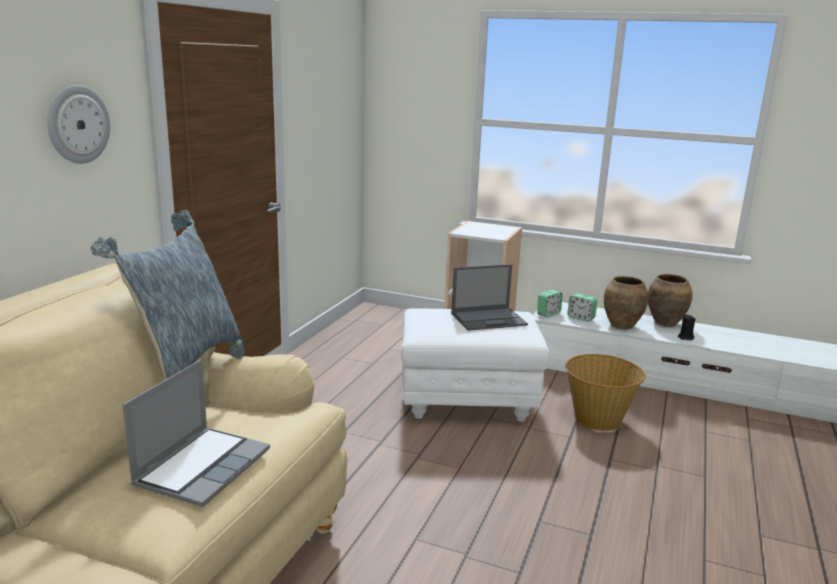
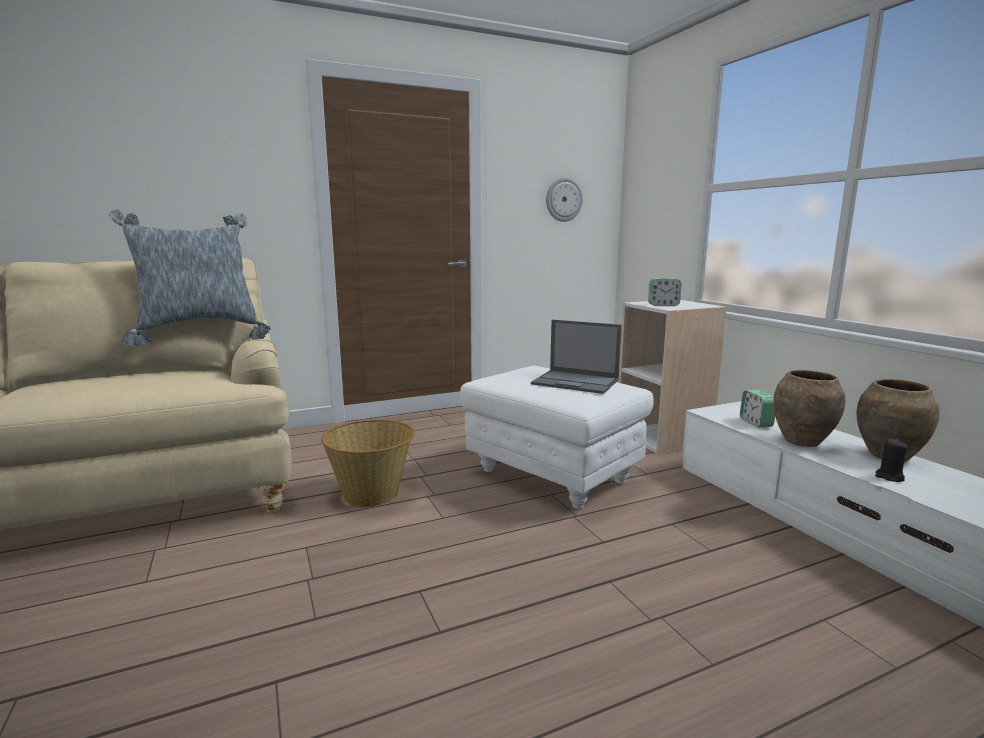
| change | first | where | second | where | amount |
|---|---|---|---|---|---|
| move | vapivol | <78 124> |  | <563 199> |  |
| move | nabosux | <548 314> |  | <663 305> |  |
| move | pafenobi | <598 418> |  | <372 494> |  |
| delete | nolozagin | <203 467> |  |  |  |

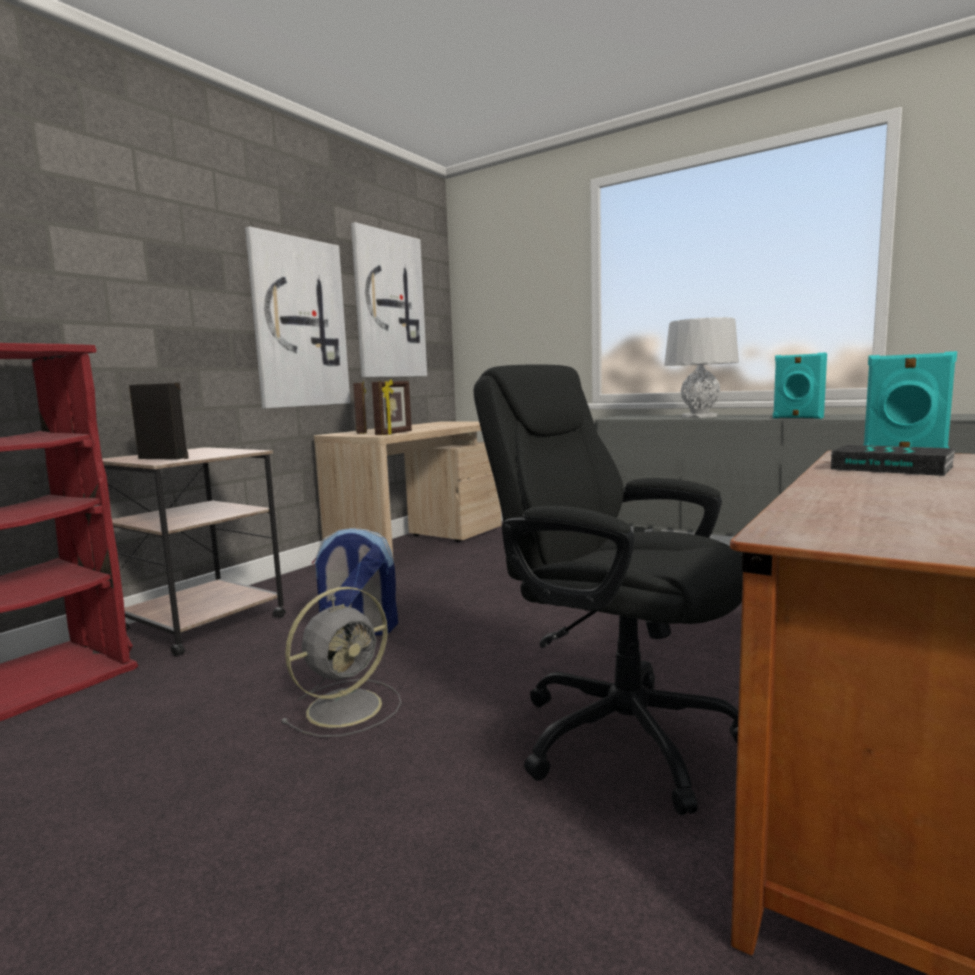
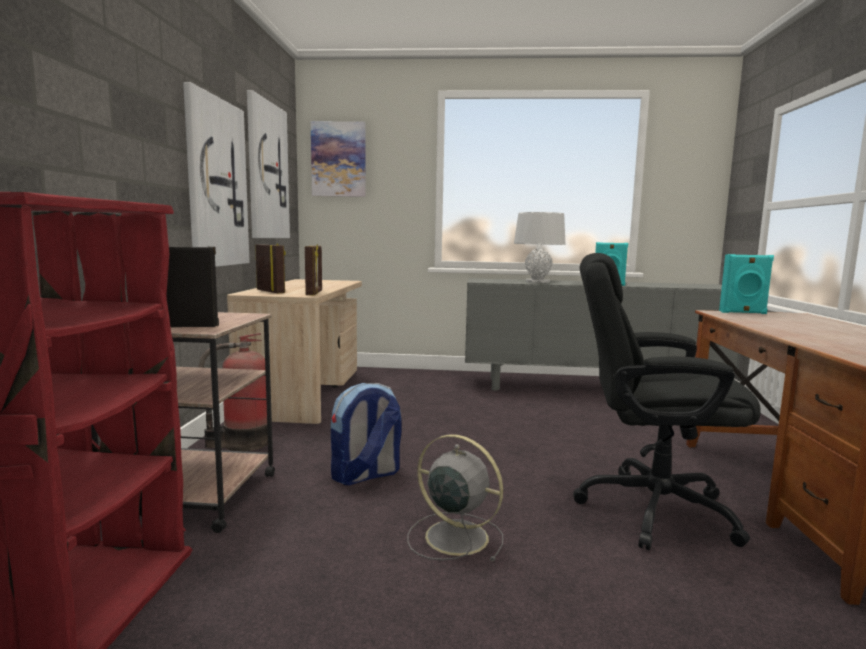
| change | first | where | second | where | amount |
|---|---|---|---|---|---|
| delete | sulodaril | <892 468> |  |  |  |
| rotate | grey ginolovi | <347 706> |  | <454 536> | 75 degrees counterclockwise |
| insert |  |  | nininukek | <338 159> |  |
| insert |  |  | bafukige | <243 443> |  |

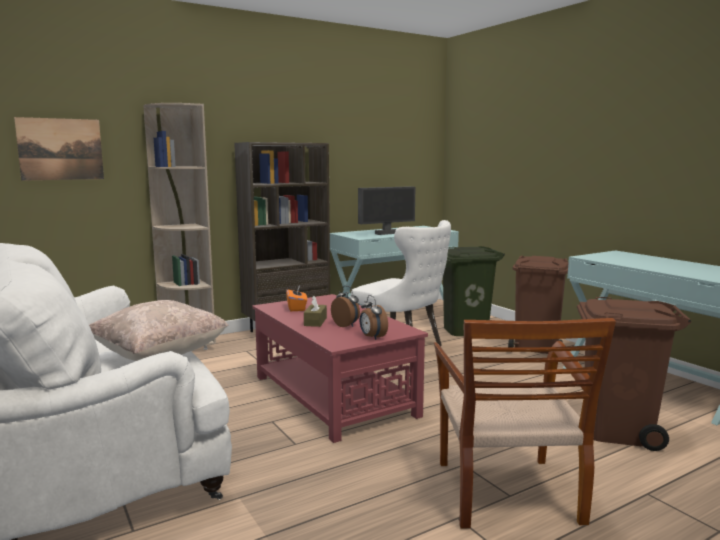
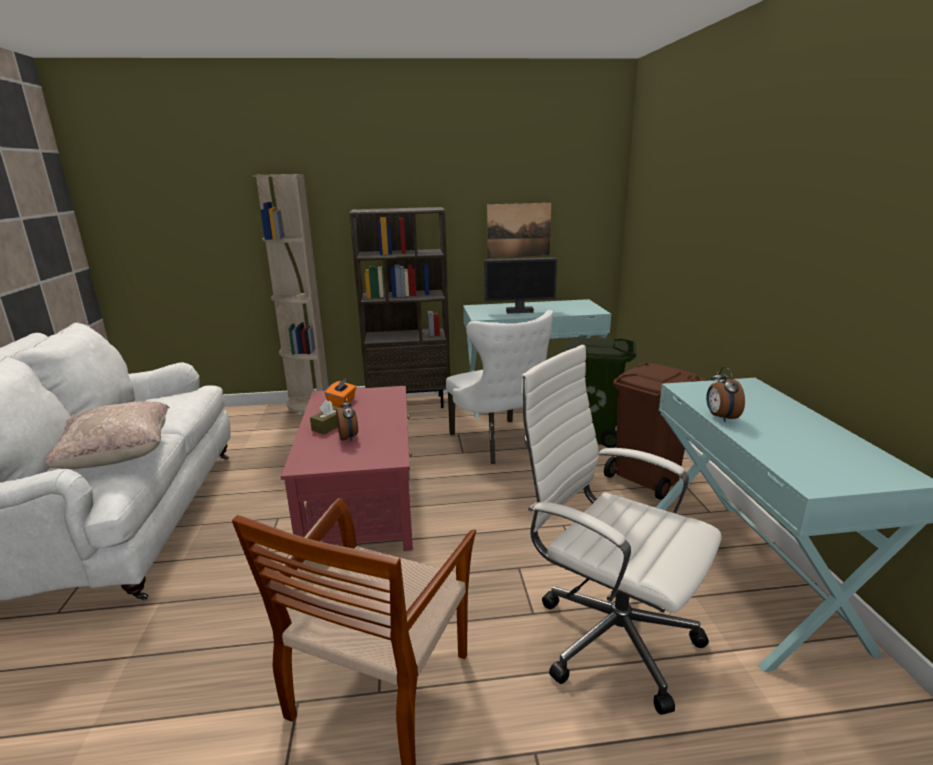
| change | first | where | second | where | amount |
|---|---|---|---|---|---|
| move | nininukek | <60 149> |  | <518 230> |  |
| move | nabosux | <372 337> |  | <720 417> |  |
| replace | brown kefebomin | <616 430> | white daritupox | <608 635> |  |

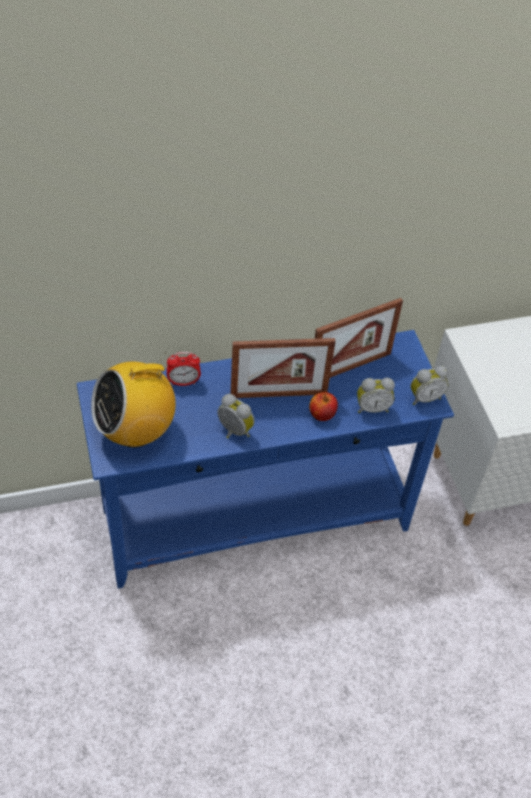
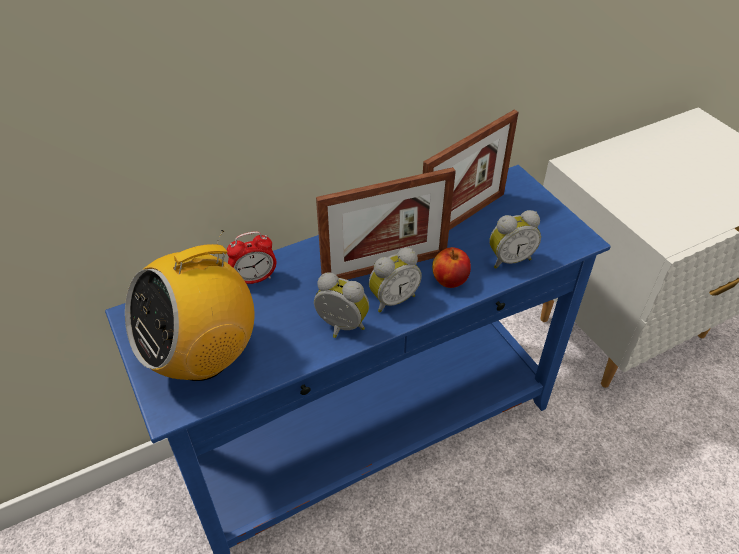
| change | first | where | second | where | amount |
|---|---|---|---|---|---|
| move | nabosux | <424 397> |  | <392 299> |  |

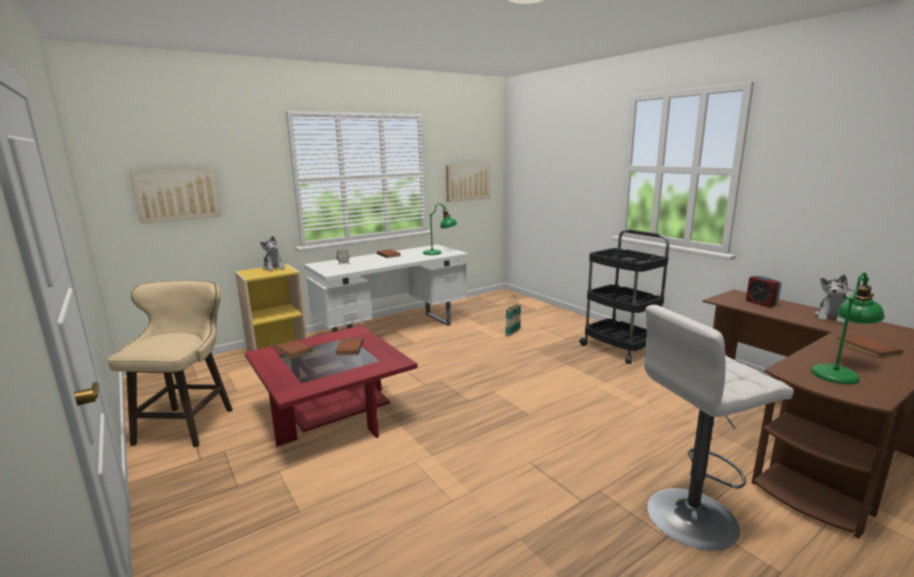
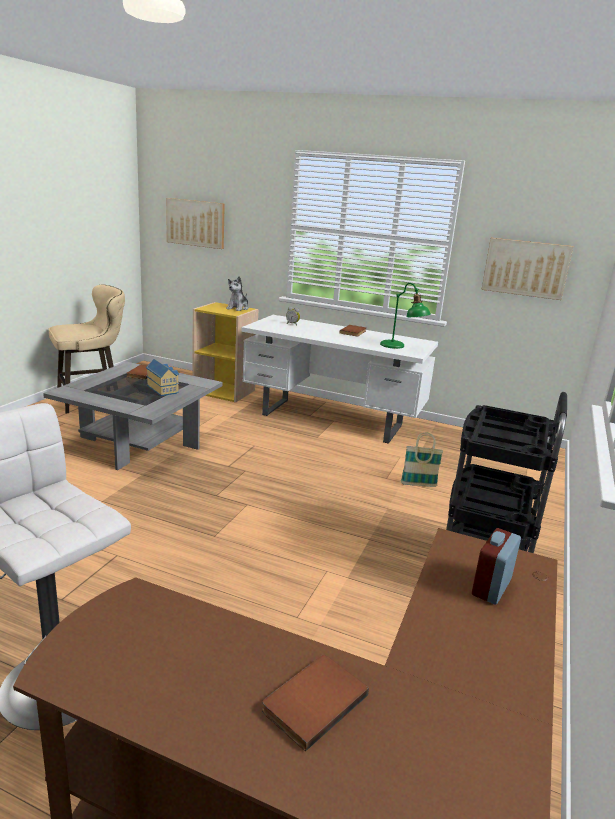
| change | first | where | second | where | amount |
|---|---|---|---|---|---|
| delete | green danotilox | <840 370> |  |  |  |
| delete | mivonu | <831 317> |  |  |  |
| recolor | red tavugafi | <333 415> | grey tavugafi | <139 443> |  |
| replace | brown sulodaril | <348 348> | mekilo | <163 389> |  |

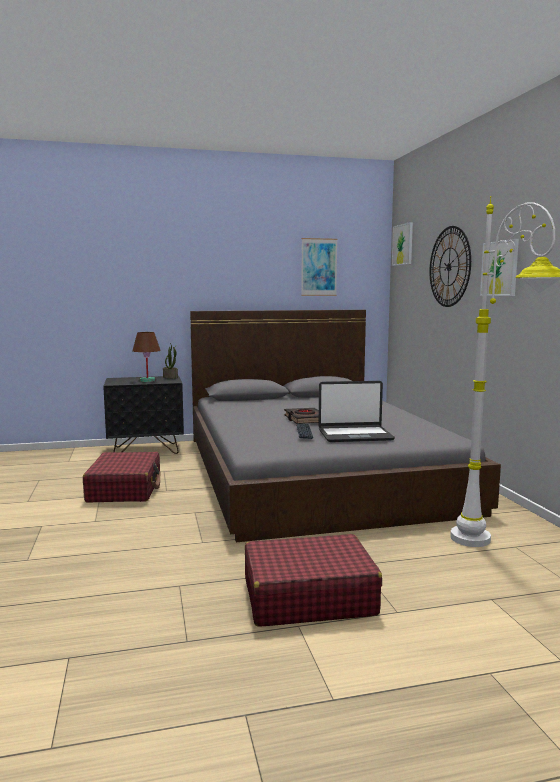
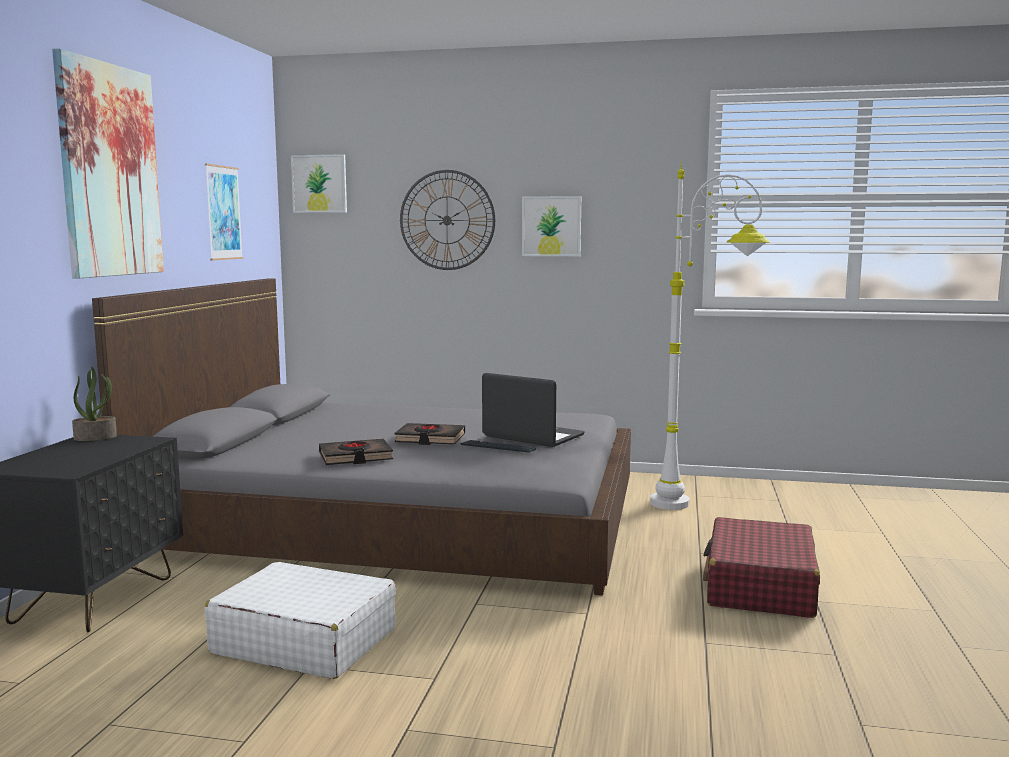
| change | first | where | second | where | amount |
|---|---|---|---|---|---|
| delete | brown danotilox | <148 380> |  |  |  |
| rotate | nolozagin | <355 435> |  | <532 436> | 75 degrees counterclockwise |
| recolor | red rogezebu | <125 489> | white rogezebu | <304 641> |  |
| insert |  |  | nininukek | <109 171> |  |
| insert |  |  | black sulodaril | <355 457> |  |

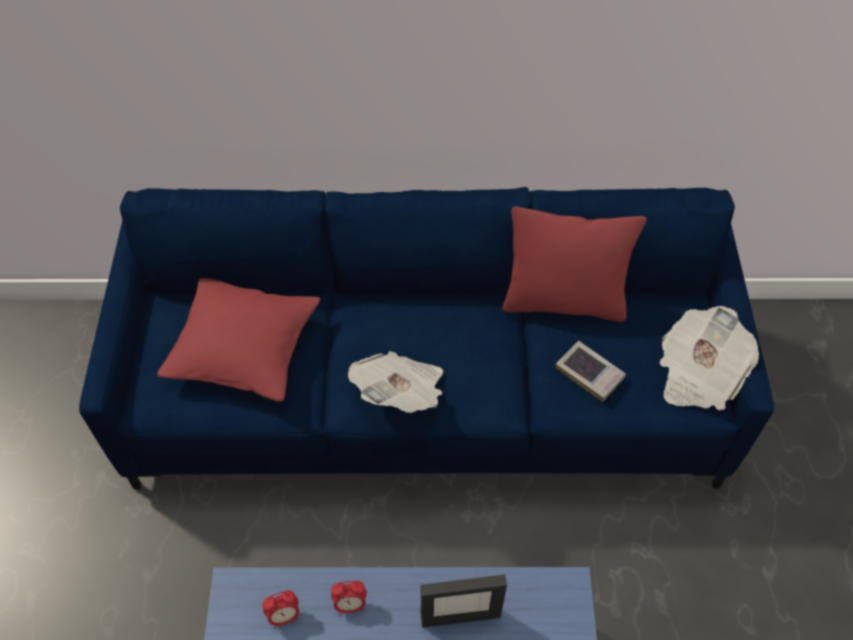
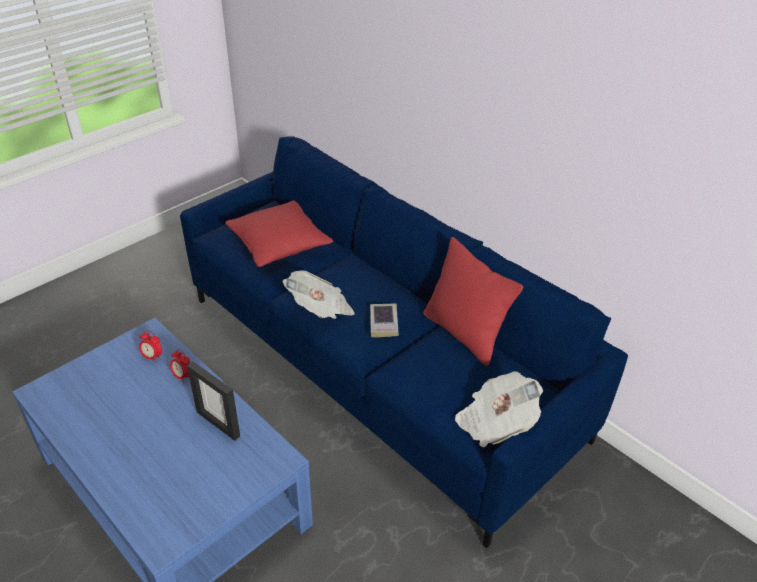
| change | first | where | second | where | amount |
|---|---|---|---|---|---|
| move | sulodaril | <589 373> |  | <384 323> |  |

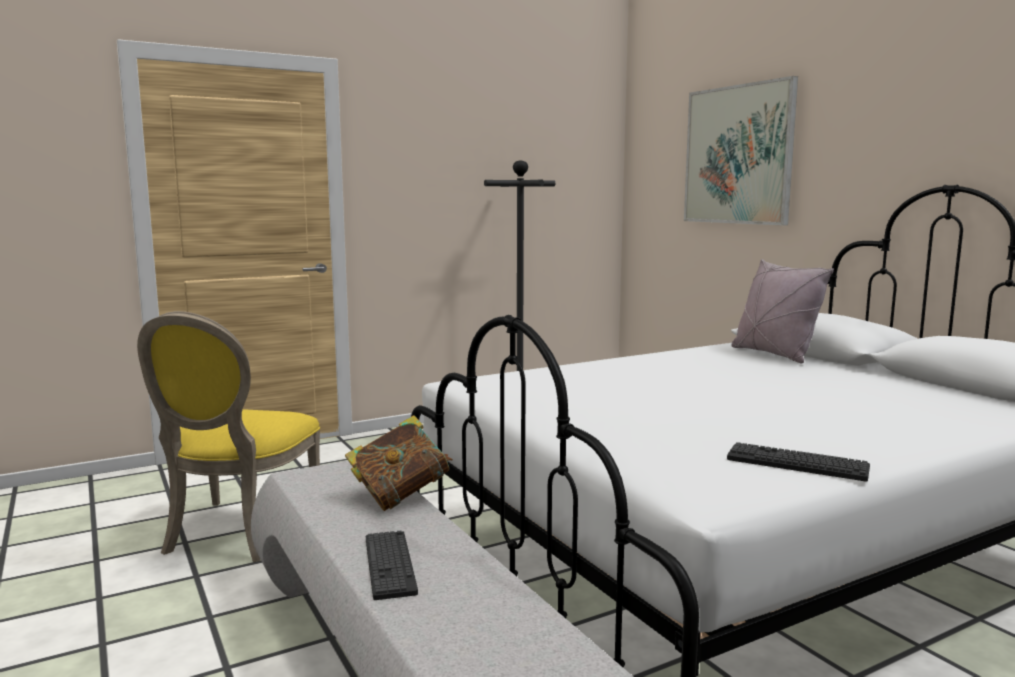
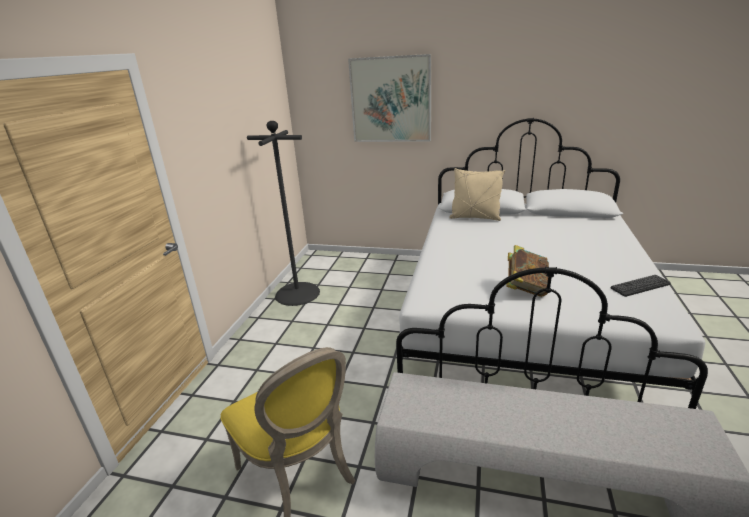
| change | first | where | second | where | amount |
|---|---|---|---|---|---|
| recolor | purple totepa | <774 354> | beige totepa | <475 217> |  |
| move | sulodaril | <400 496> |  | <525 288> |  |
| delete | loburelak | <390 565> |  |  |  |

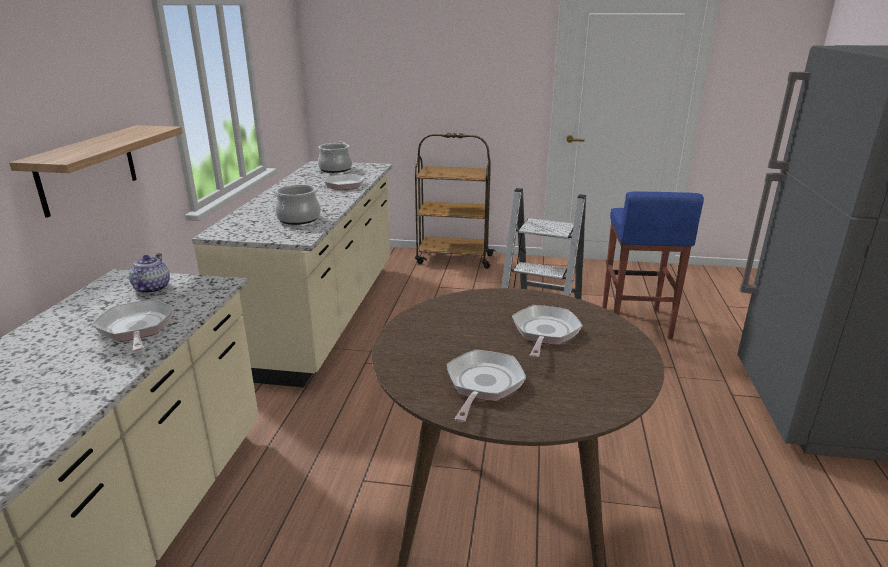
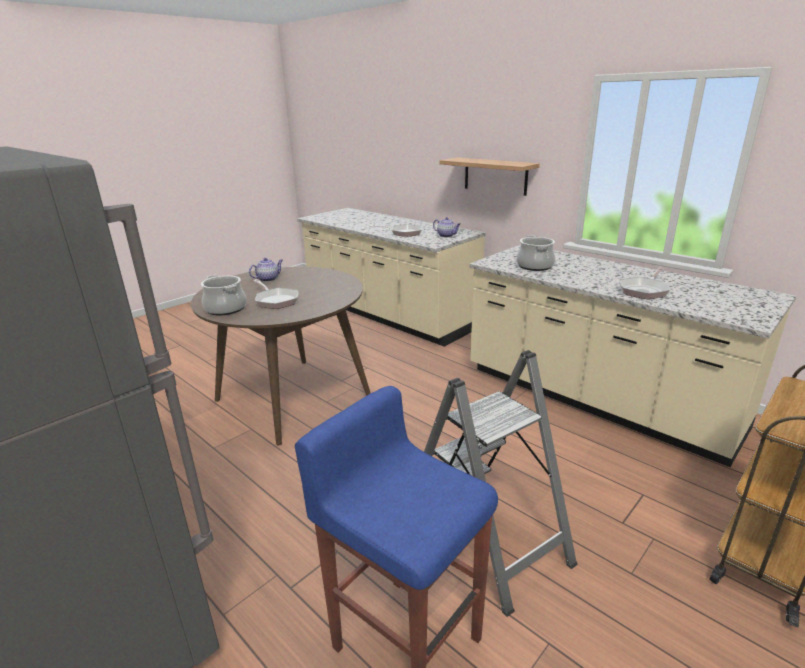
| change | first | where | second | where | amount |
|---|---|---|---|---|---|
| move | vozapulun | <335 169> |  | <225 309> |  |
| replace | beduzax | <483 385> | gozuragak | <268 279> |  |

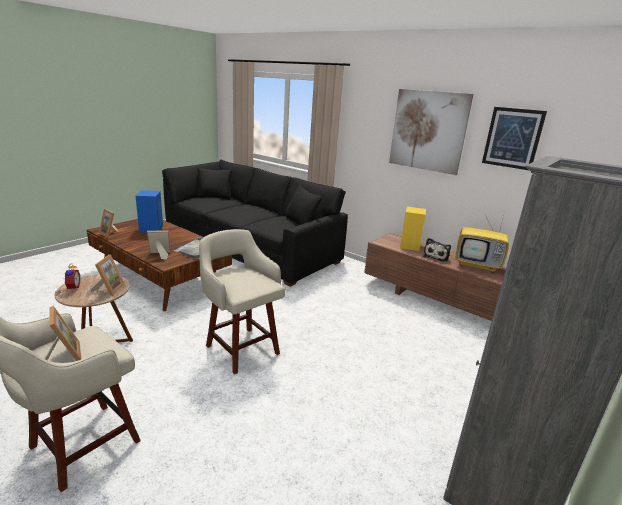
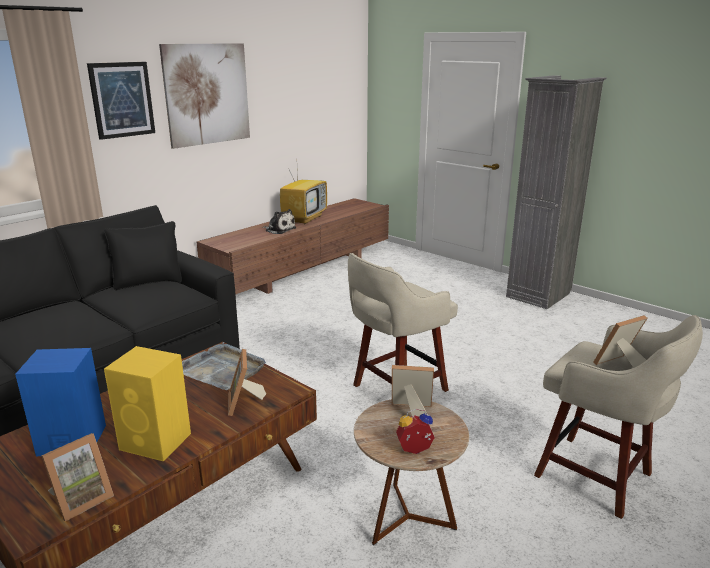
| change | first | where | second | where | amount |
|---|---|---|---|---|---|
| move | nininukek | <513 138> |  | <122 100> |  |
| move | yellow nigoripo | <409 246> |  | <157 442> |  |

